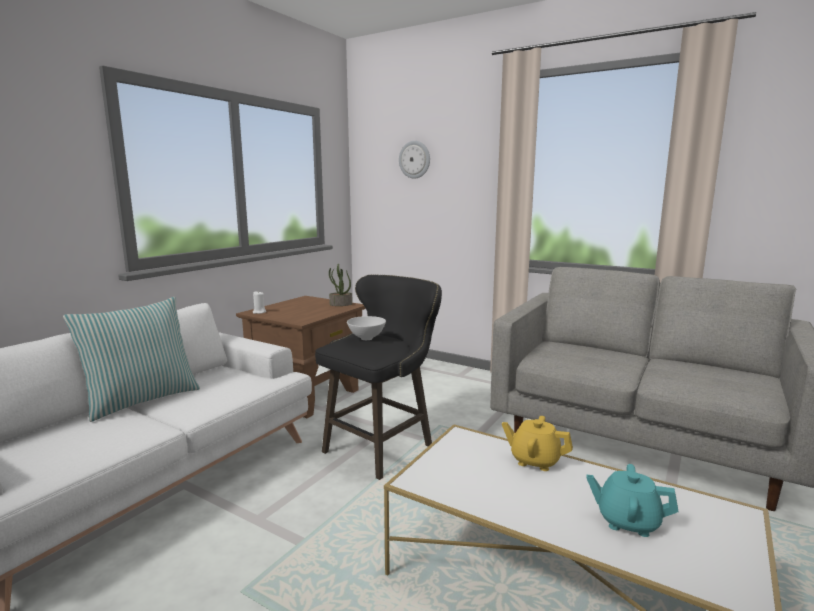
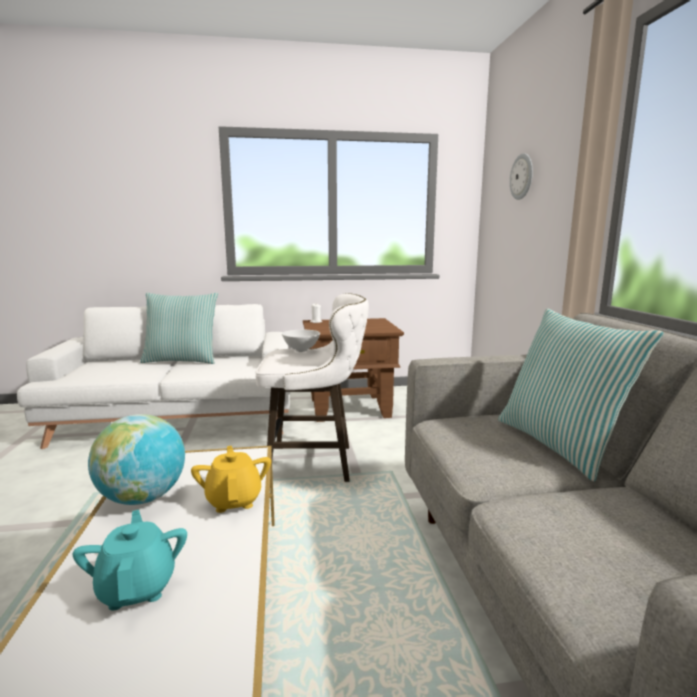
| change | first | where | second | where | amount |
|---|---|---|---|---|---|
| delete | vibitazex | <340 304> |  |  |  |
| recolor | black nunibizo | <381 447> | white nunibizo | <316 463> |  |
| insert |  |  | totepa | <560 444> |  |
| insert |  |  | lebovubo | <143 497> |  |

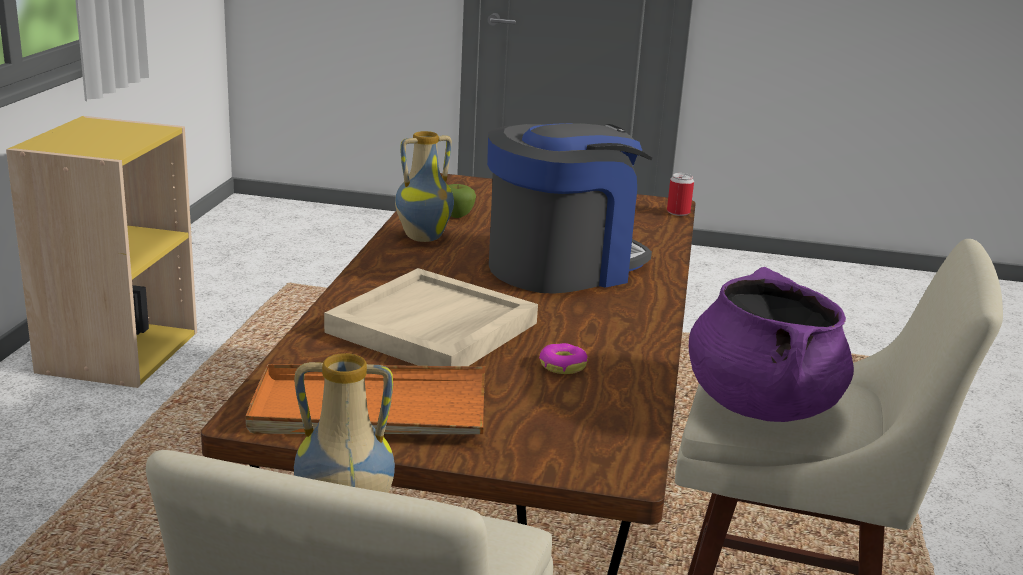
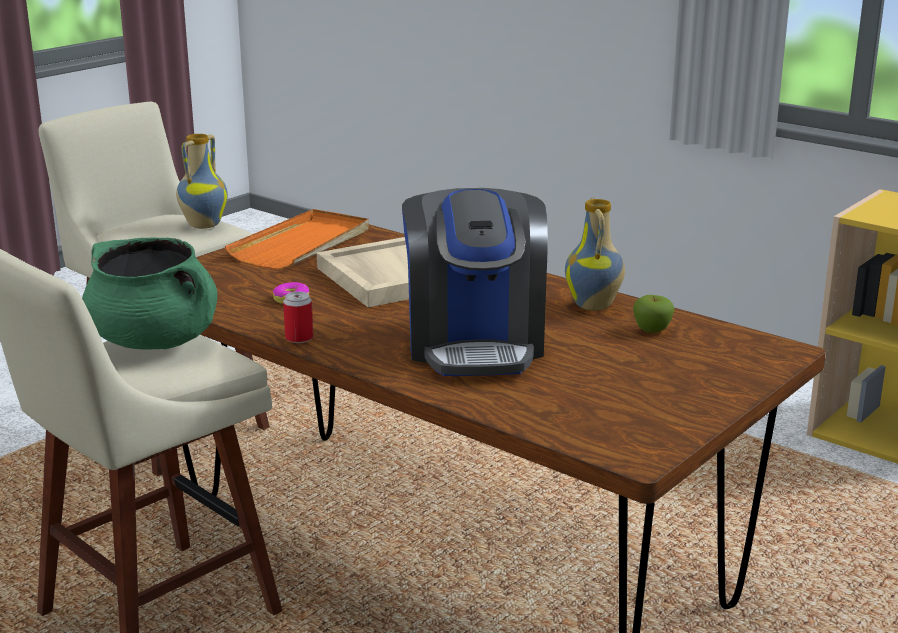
| change | first | where | second | where | amount |
|---|---|---|---|---|---|
| move | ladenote | <678 212> |  | <299 338> |  |
| recolor | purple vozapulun | <761 404> | green vozapulun | <155 341> |  |

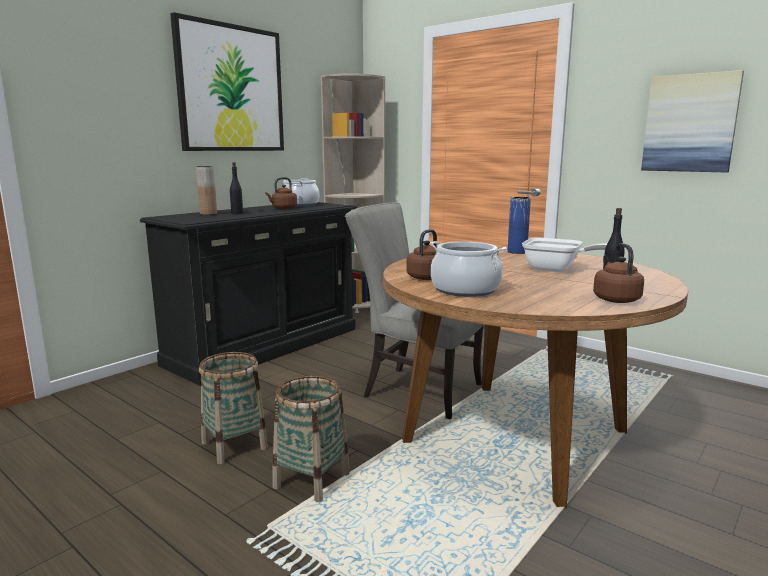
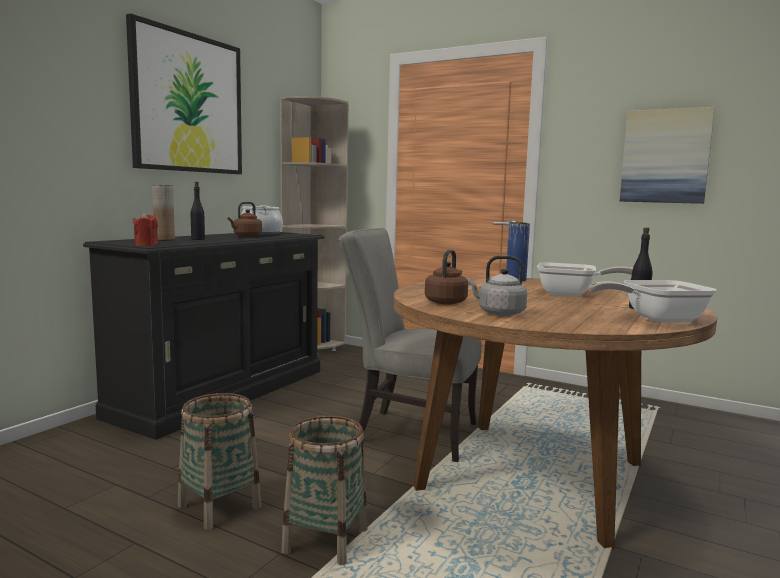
| change | first | where | second | where | amount |
|---|---|---|---|---|---|
| replace | vozapulun | <465 290> | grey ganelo | <498 313> |  |
| replace | brown ganelo | <615 299> | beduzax | <655 319> |  |
| insert |  |  | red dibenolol | <146 245> |  |

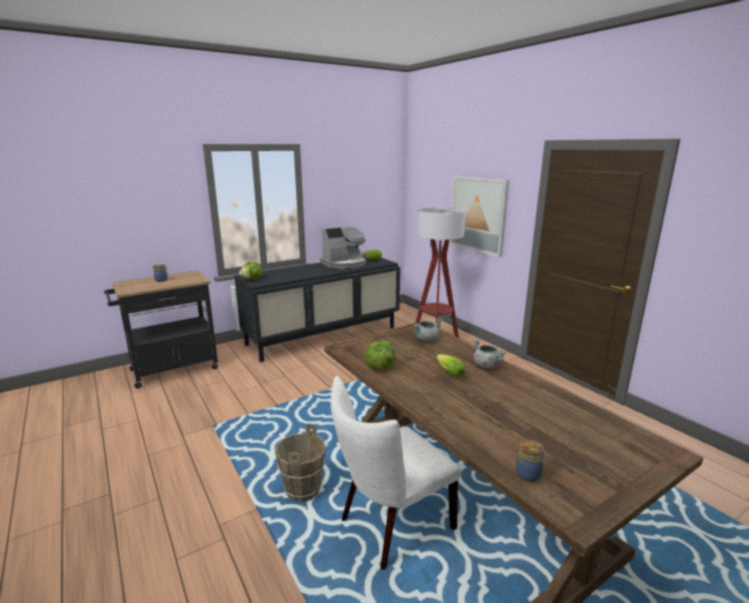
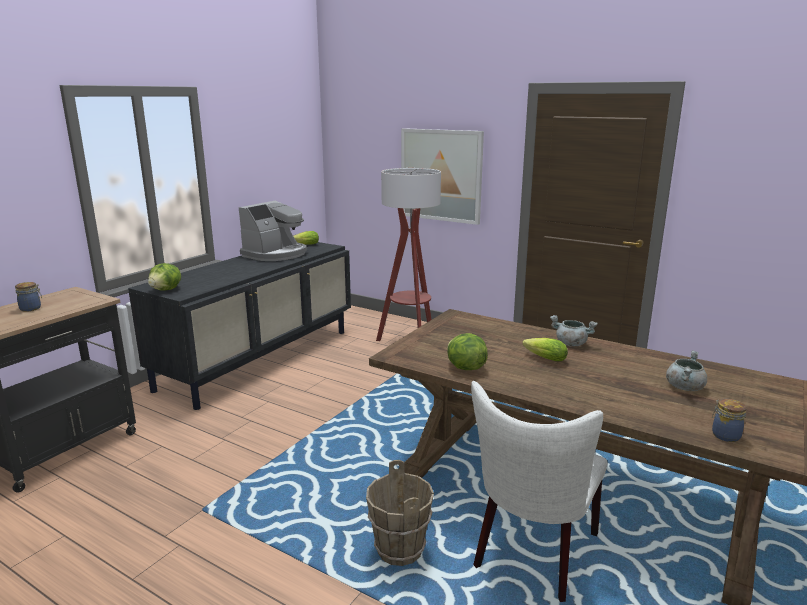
| change | first | where | second | where | amount |
|---|---|---|---|---|---|
| move | grey vozapulun | <426 339> |  | <684 387> |  |

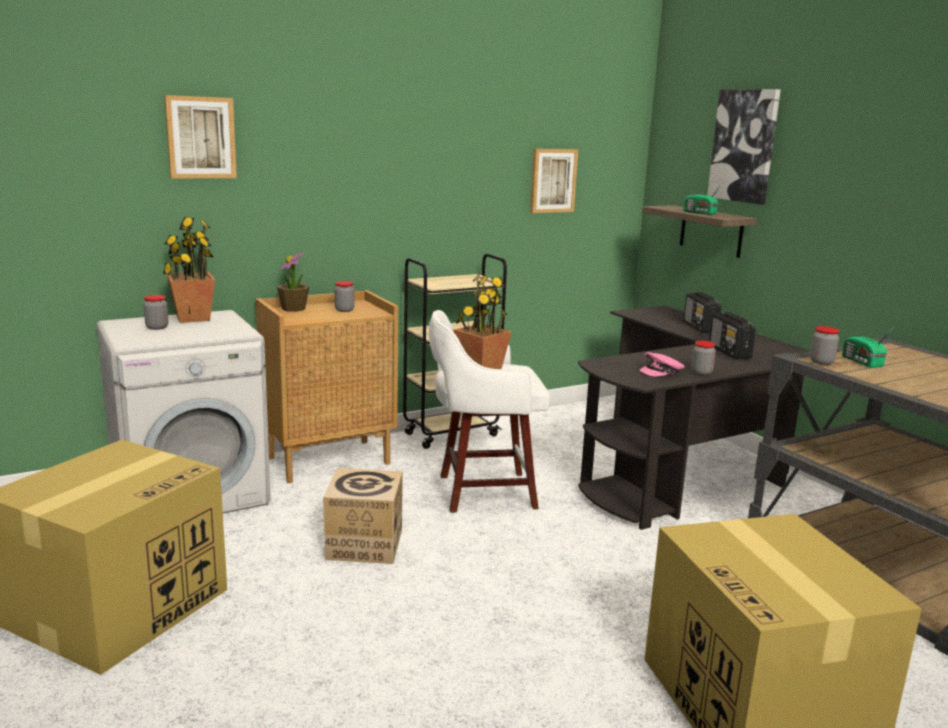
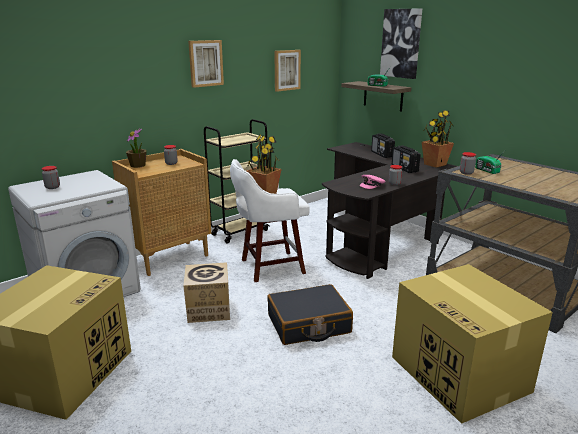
| change | first | where | second | where | amount |
|---|---|---|---|---|---|
| move | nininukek | <200 137> |  | <205 63> |  |
| move | vibitazex | <192 318> |  | <434 164> |  |
| insert |  |  | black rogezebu | <308 324> |  |

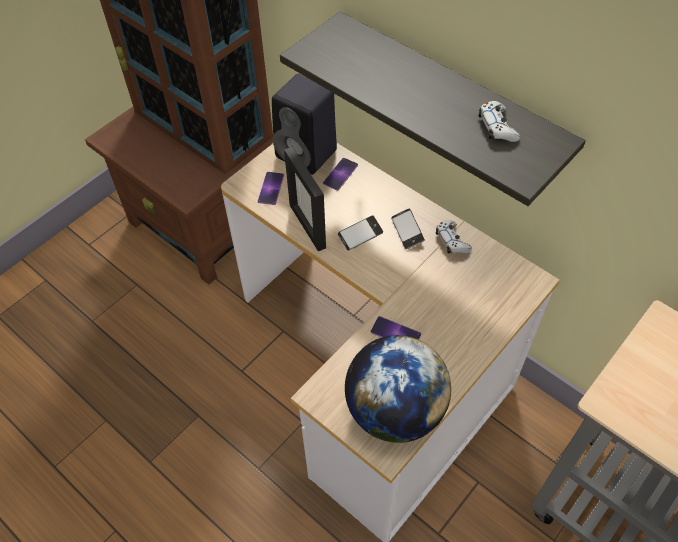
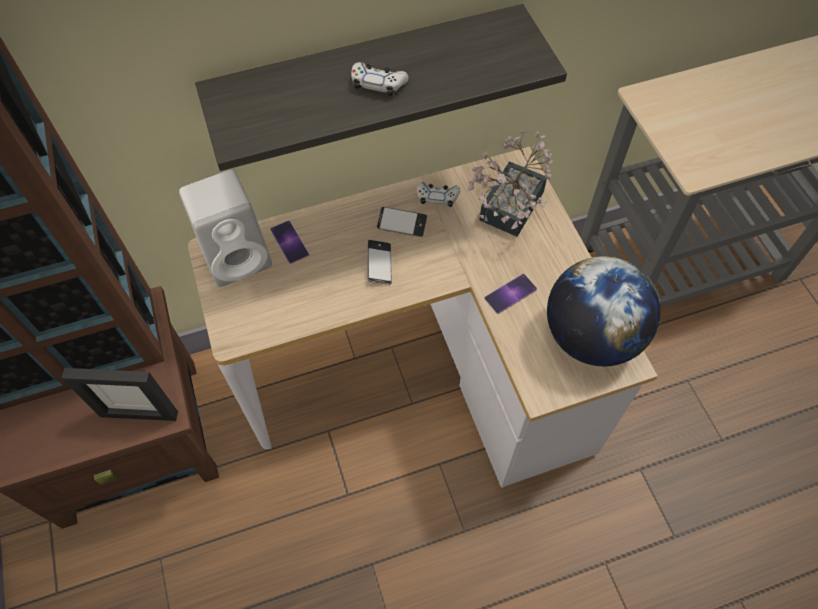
| change | first | where | second | where | amount |
|---|---|---|---|---|---|
| recolor | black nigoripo | <308 154> | white nigoripo | <239 256> |  |
| move | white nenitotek | <497 127> |  | <378 83> |  |
| move | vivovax | <308 225> |  | <139 412> |  |
| delete | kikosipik | <271 188> |  |  |  |
| insert |  |  | vibitazex | <507 212> |  |

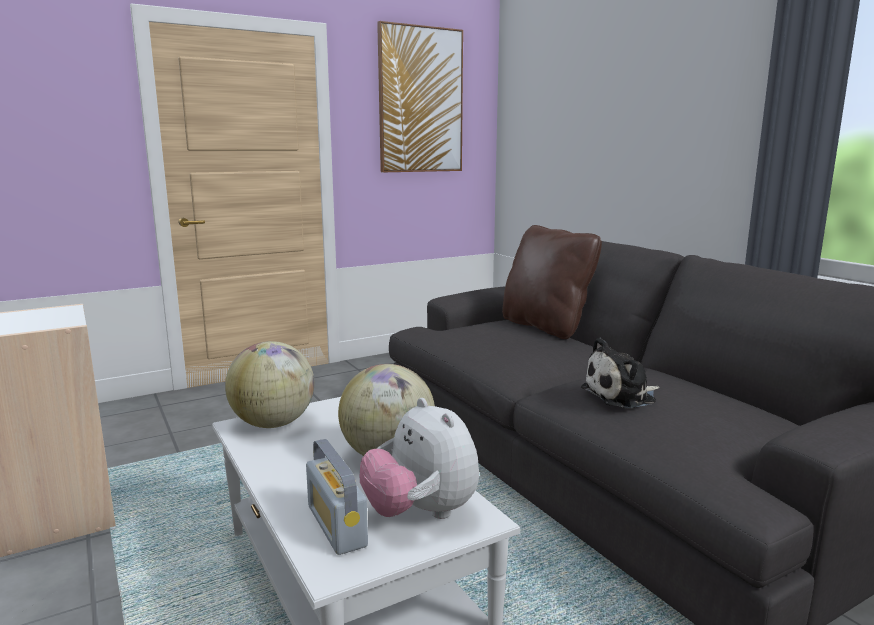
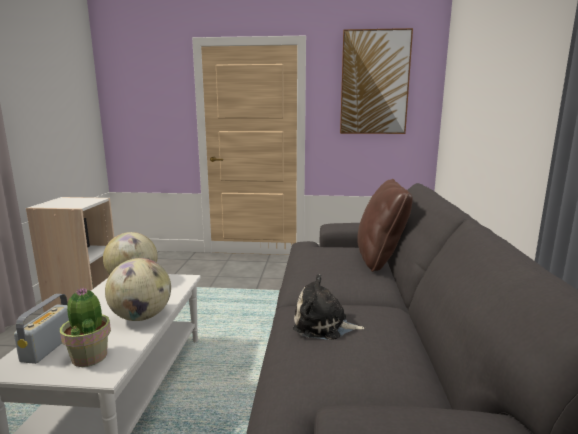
| change | first | where | second | where | amount |
|---|---|---|---|---|---|
| replace | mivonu | <421 513> | vibitazex | <90 356> |  |

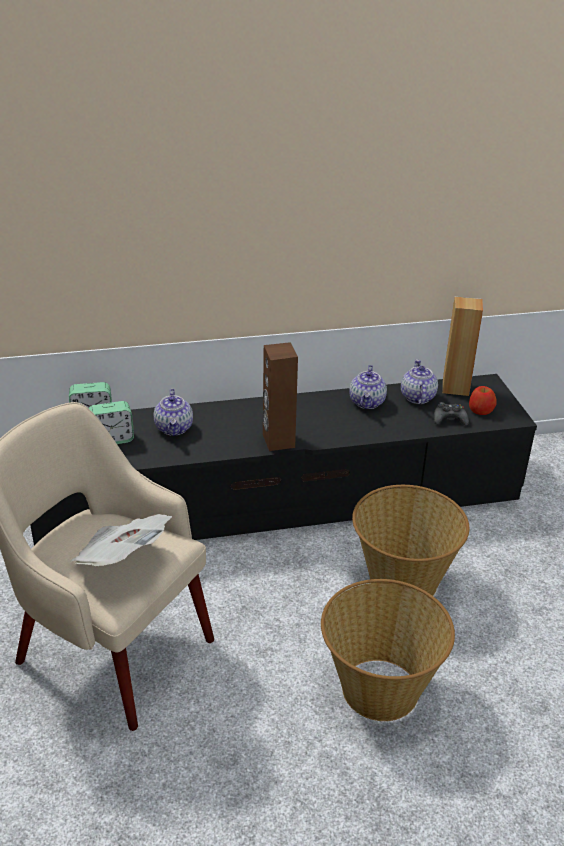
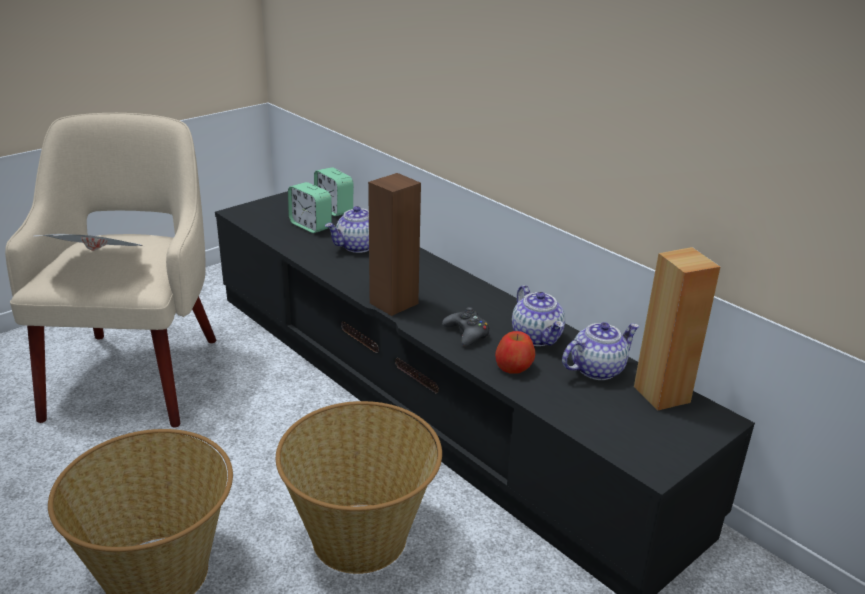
| change | first | where | second | where | amount |
|---|---|---|---|---|---|
| rotate | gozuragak | <367 402> |  | <537 337> | 90 degrees counterclockwise |
| move | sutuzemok | <480 410> |  | <514 367> |  |
| move | black nenitotek | <449 419> |  | <467 333> |  |

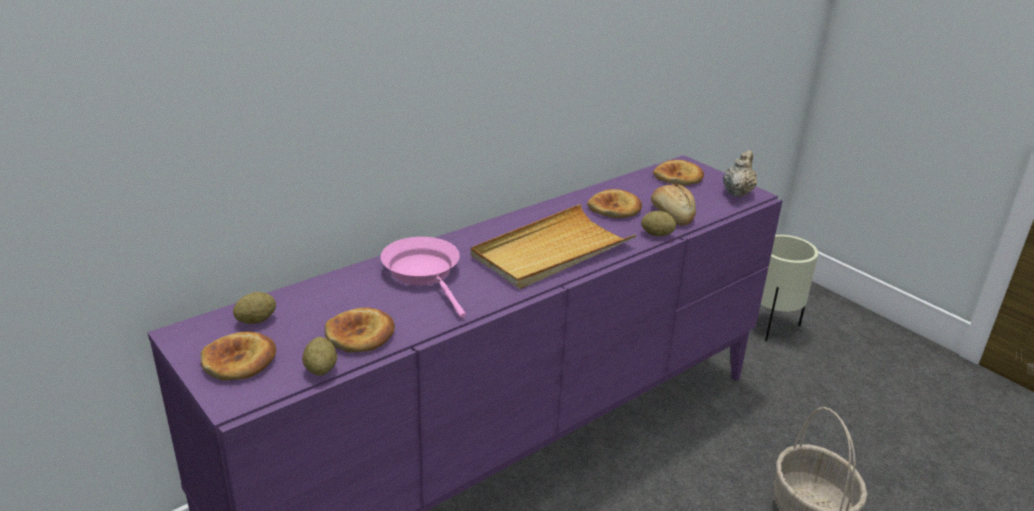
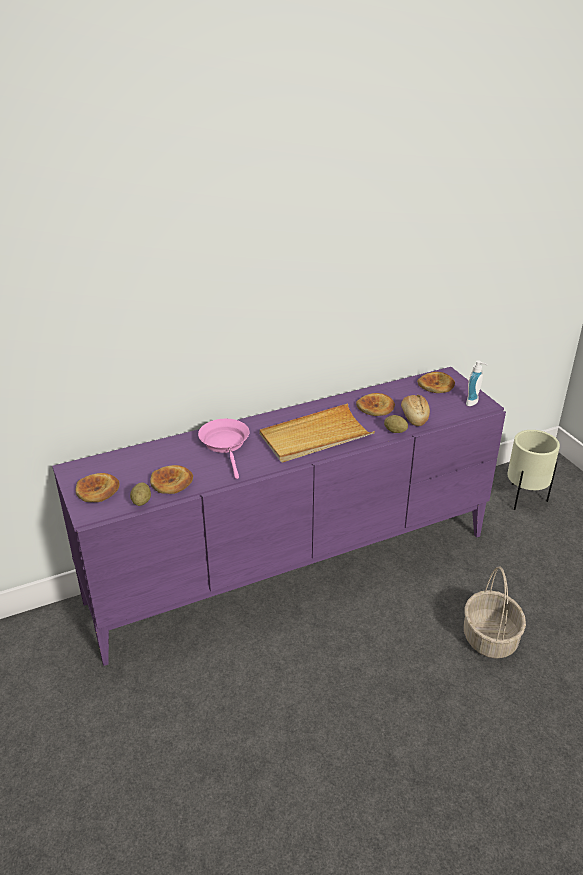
| change | first | where | second | where | amount |
|---|---|---|---|---|---|
| replace | beige gozuragak | <737 192> | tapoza | <474 403> |  |
| delete | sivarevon | <256 320> |  |  |  |

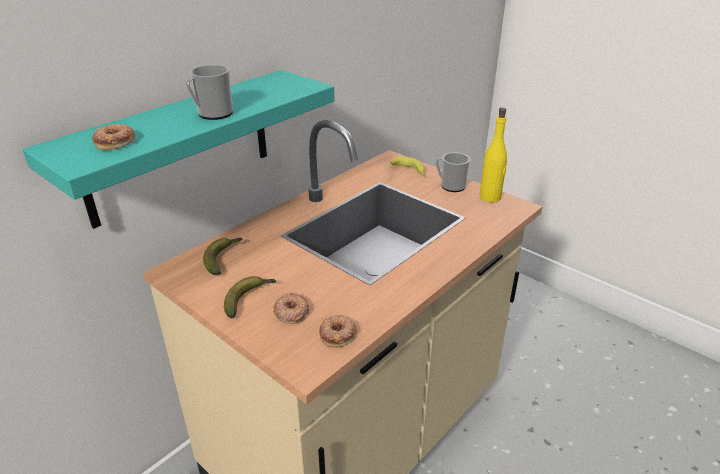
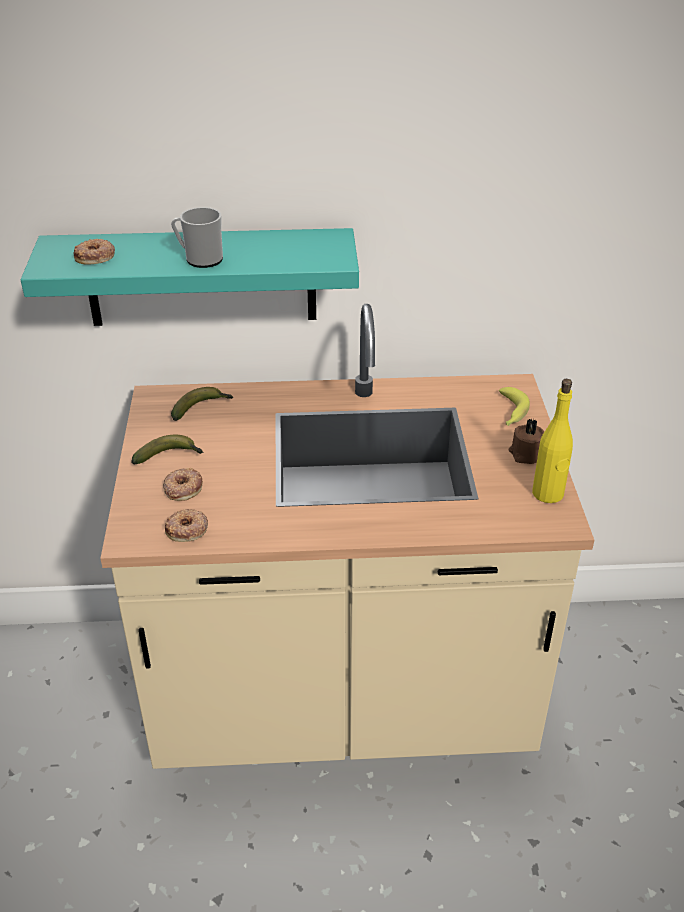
| change | first | where | second | where | amount |
|---|---|---|---|---|---|
| replace | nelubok | <450 186> | brown dibenolol | <525 454> |  |

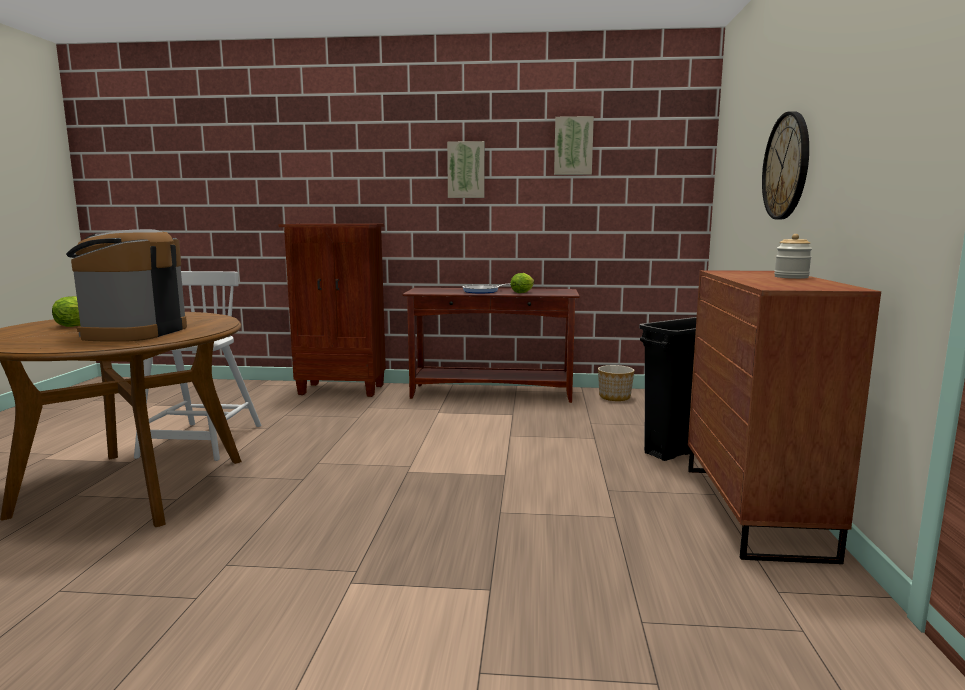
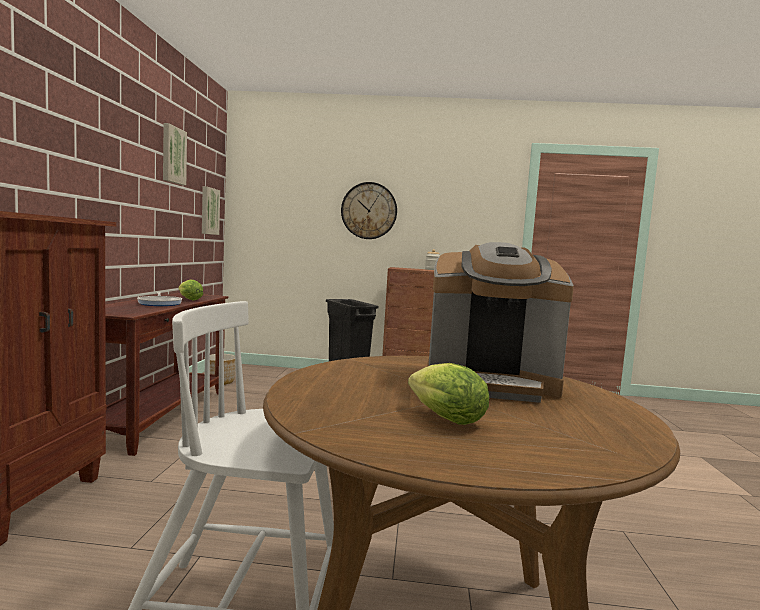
| change | first | where | second | where | amount |
|---|---|---|---|---|---|
| move | nininukek | <466 170> |  | <209 211> |  |

